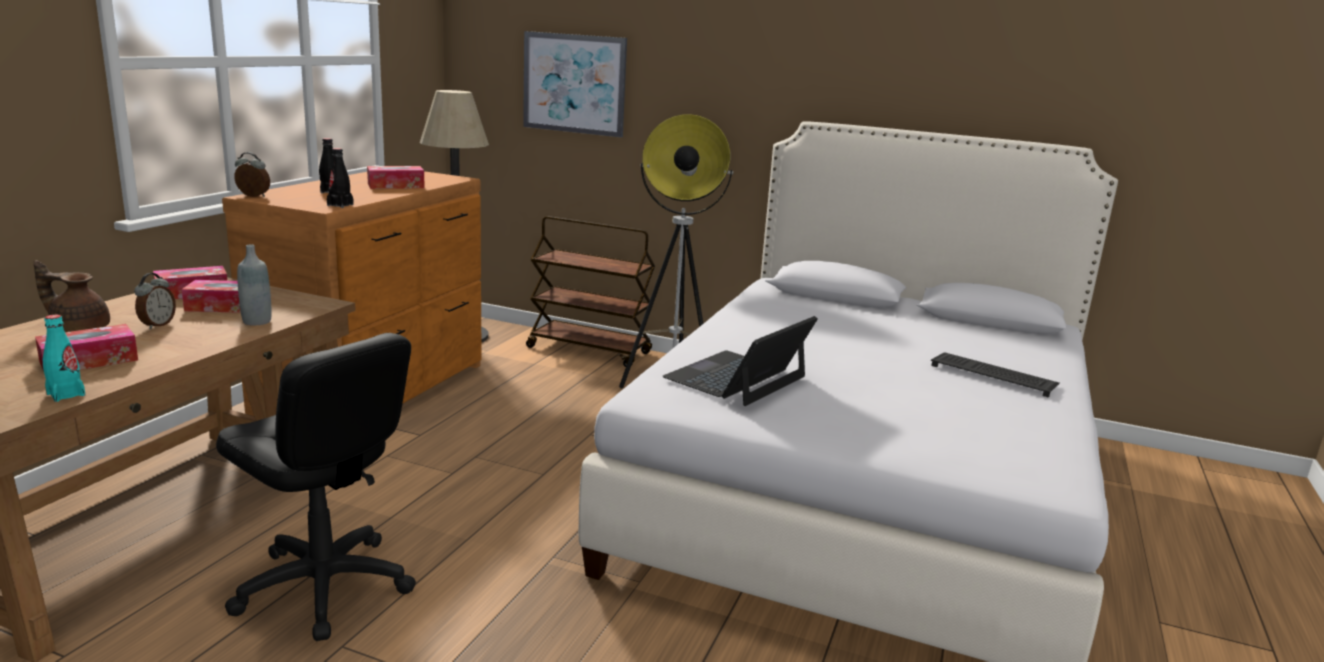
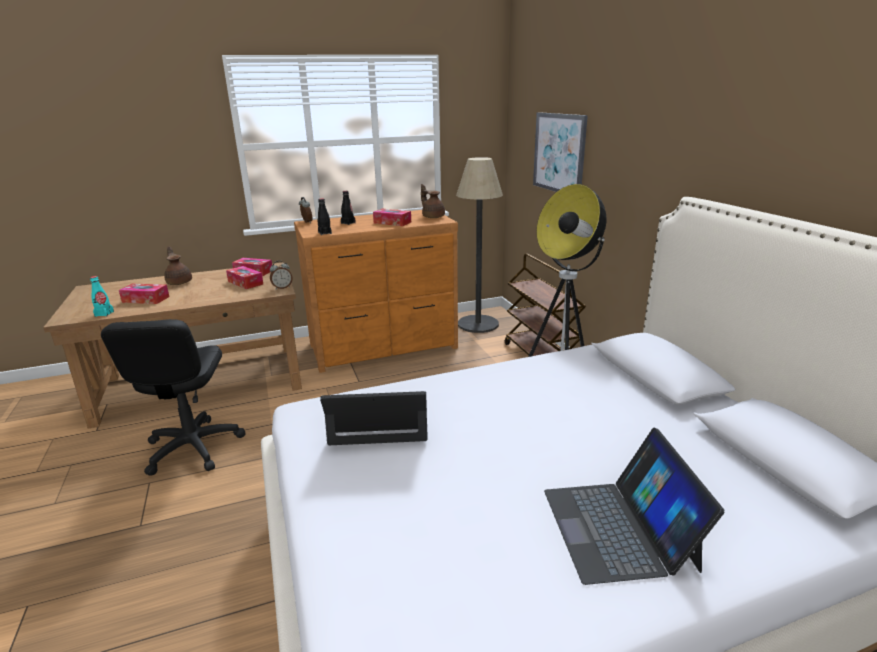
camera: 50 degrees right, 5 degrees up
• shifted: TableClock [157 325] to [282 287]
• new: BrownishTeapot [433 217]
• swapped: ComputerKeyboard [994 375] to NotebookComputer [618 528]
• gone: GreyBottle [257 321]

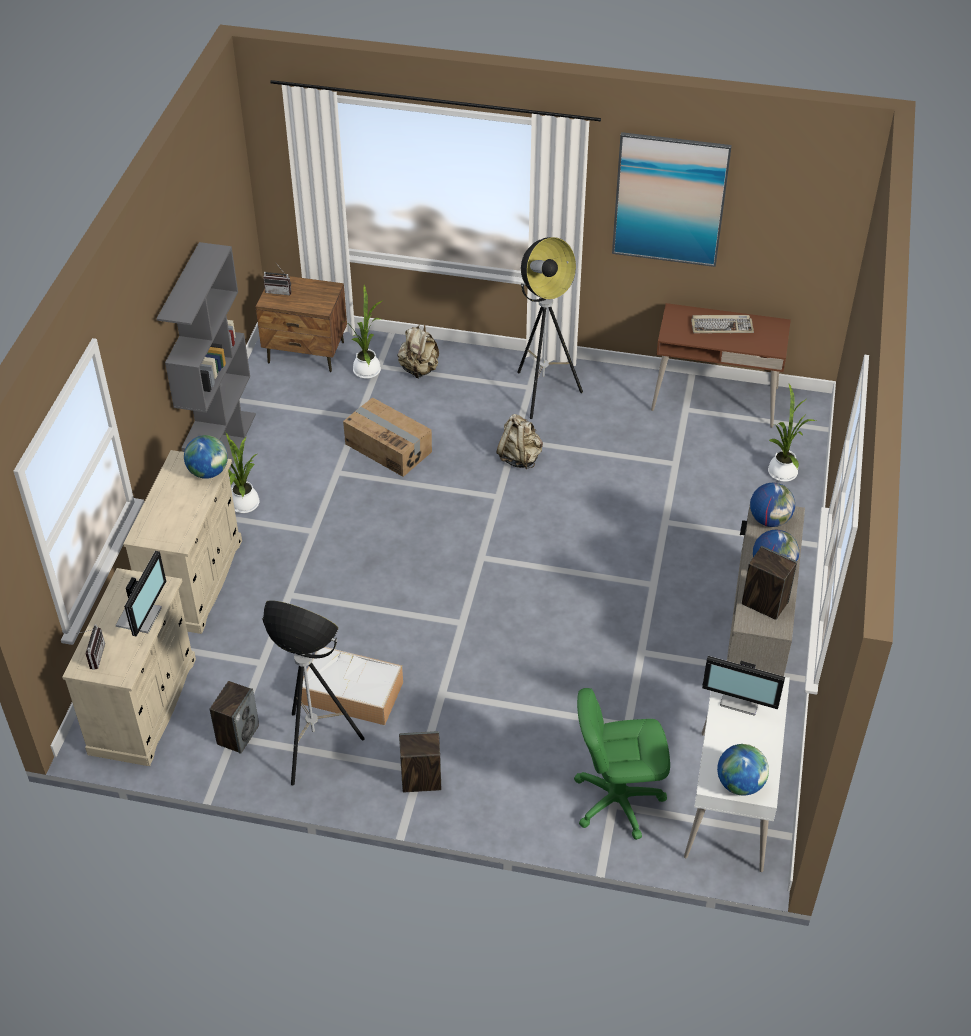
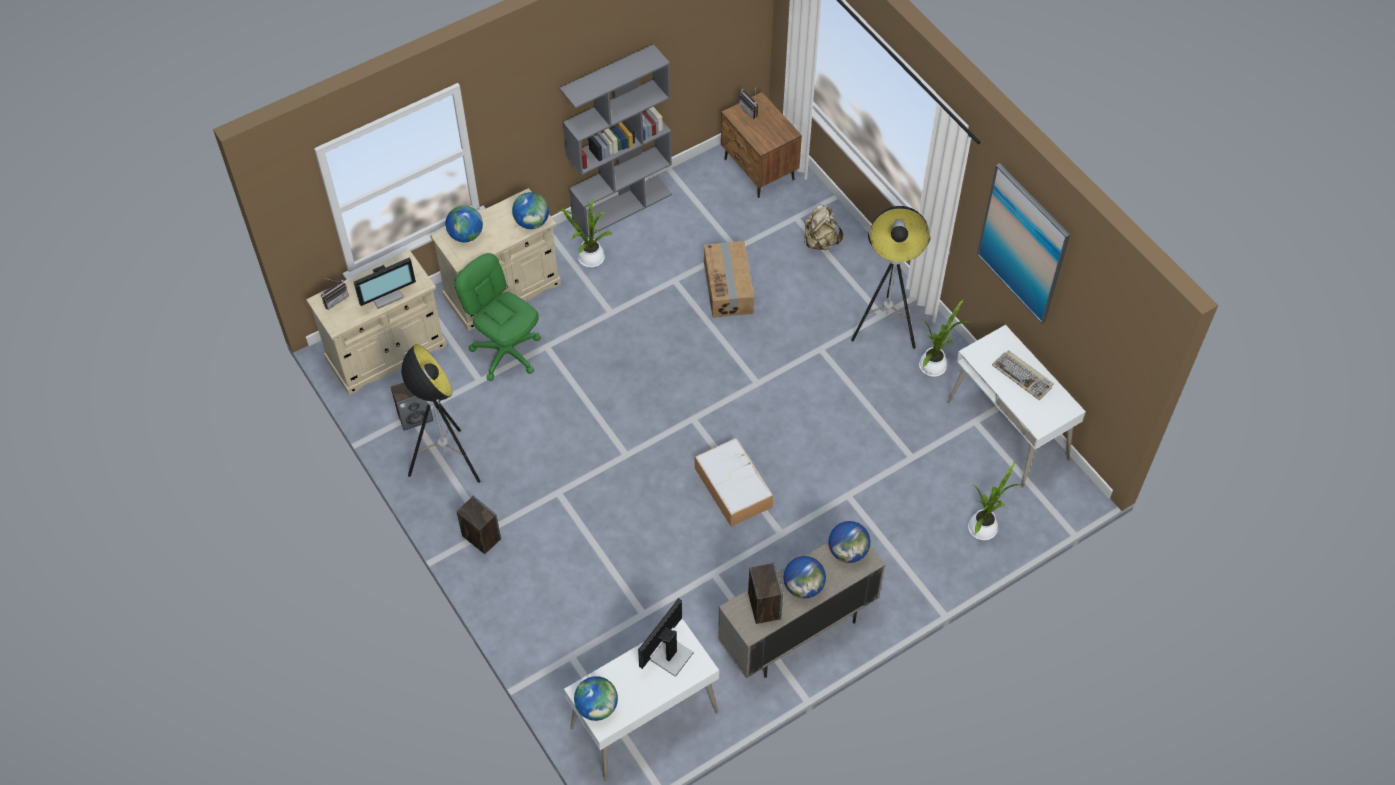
camera: 45 degrees right, 10 degrees up
• new: WorldGlobe [466 235]
• shifted: GreenComputerChair [617 800] to [506 352]
• rotated: ComputerScreen [741 699] = [669 656] 60 degrees clockwise
• shifted: StorageContainer [350 693] to [732 487]
• shifted: PottedPlant [367 369] to [934 365]
• repainted: BrownishDeskTable [714 399] to WhiteDeskTable [1007 430]
• gone: SandColouredKnapsack [520 457]

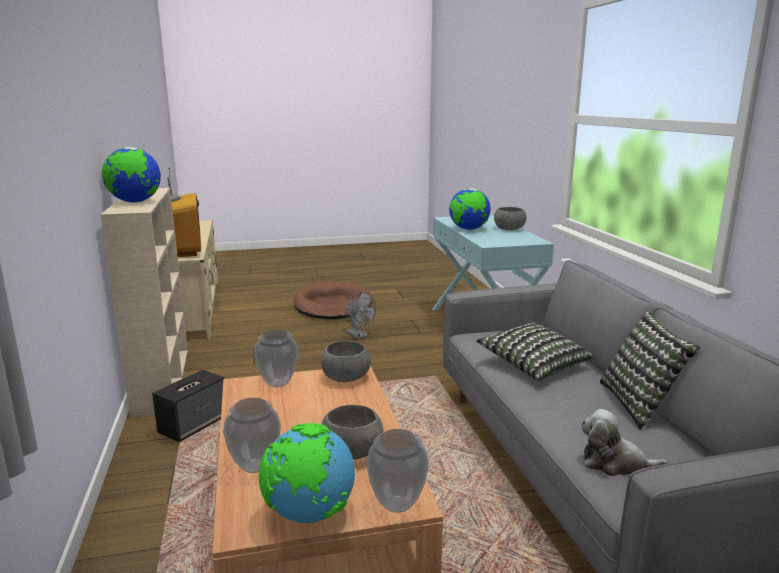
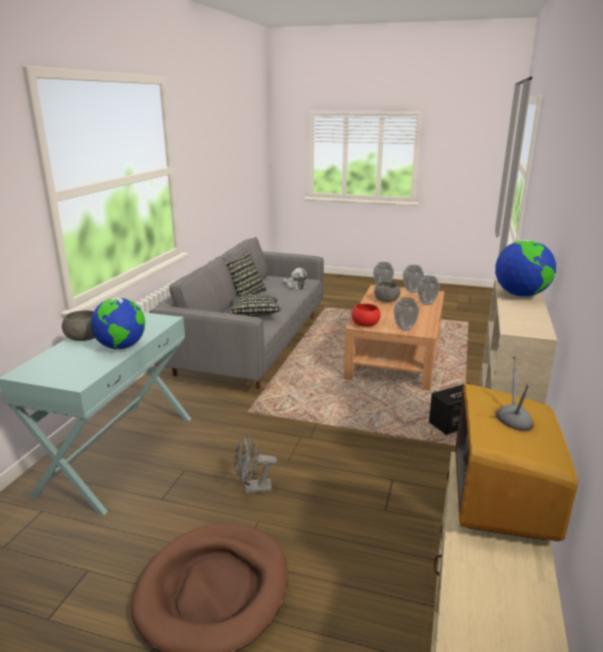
camera: 150 degrees left, 5 degrees up
• rotated: GreyFan [359 336] = [253 489] 90 degrees counterclockwise
• repainted: GreyServingBowl [345 377] to RedServingBowl [365 324]
• swapped: WorldGlobe [309 515] to FlowerVase [412 291]

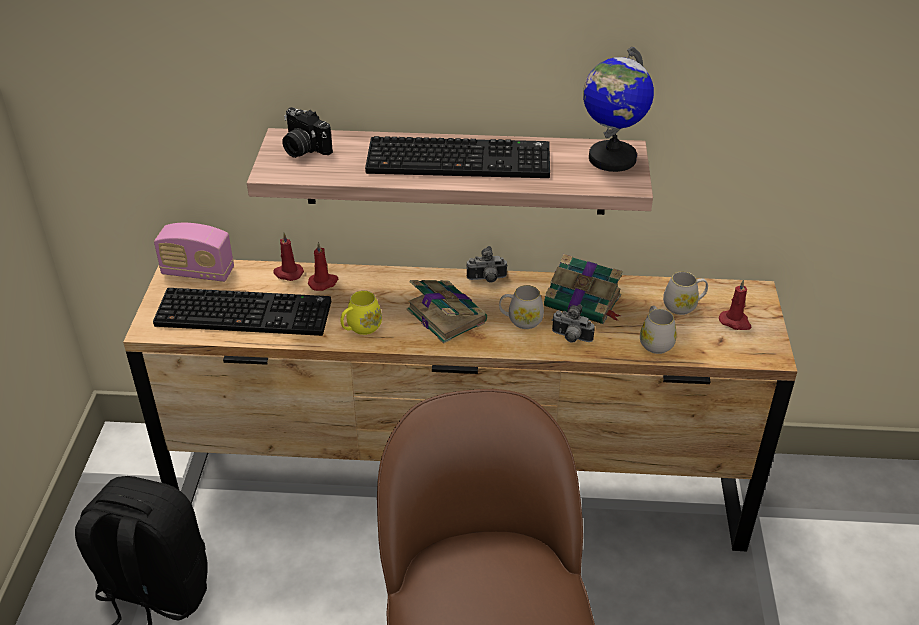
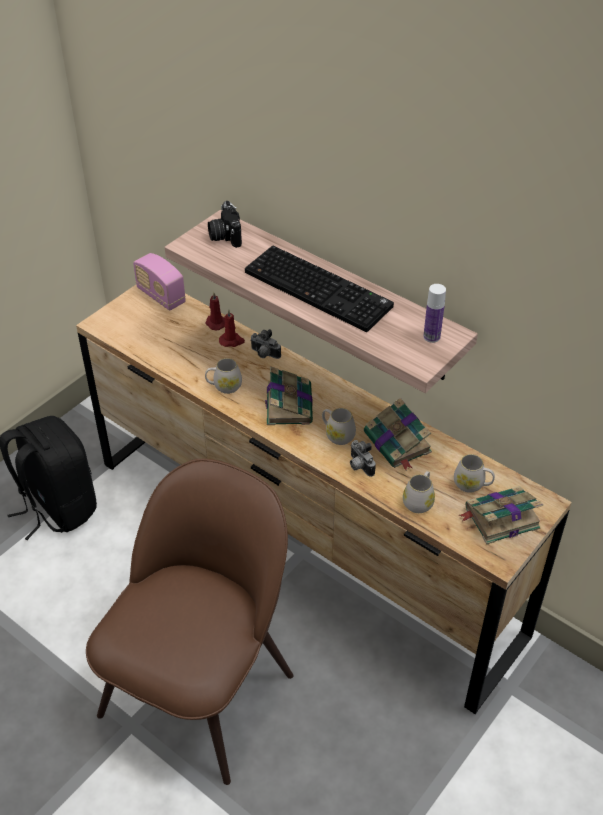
camera: 35 degrees right, 5 degrees up
• repainted: YellowTeaMug [361 328] to WhiteTeaMug [224 386]
• shifted: PhotoCamera [487 279] to [264 355]
• swapped: WorldGlobe [611 158] to Bottle [431 337]
• swapped: RedWaxCandle [735 322] to BoundBook [500 518]
• gone: ComputerKeyboard [246 312]

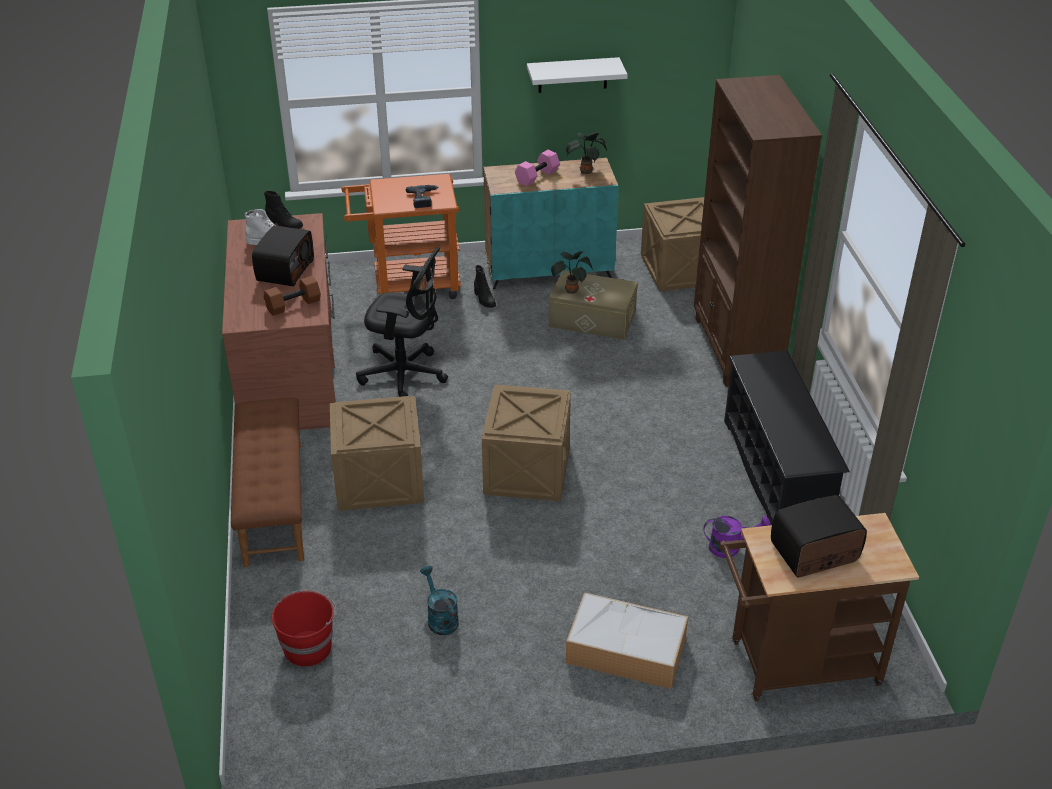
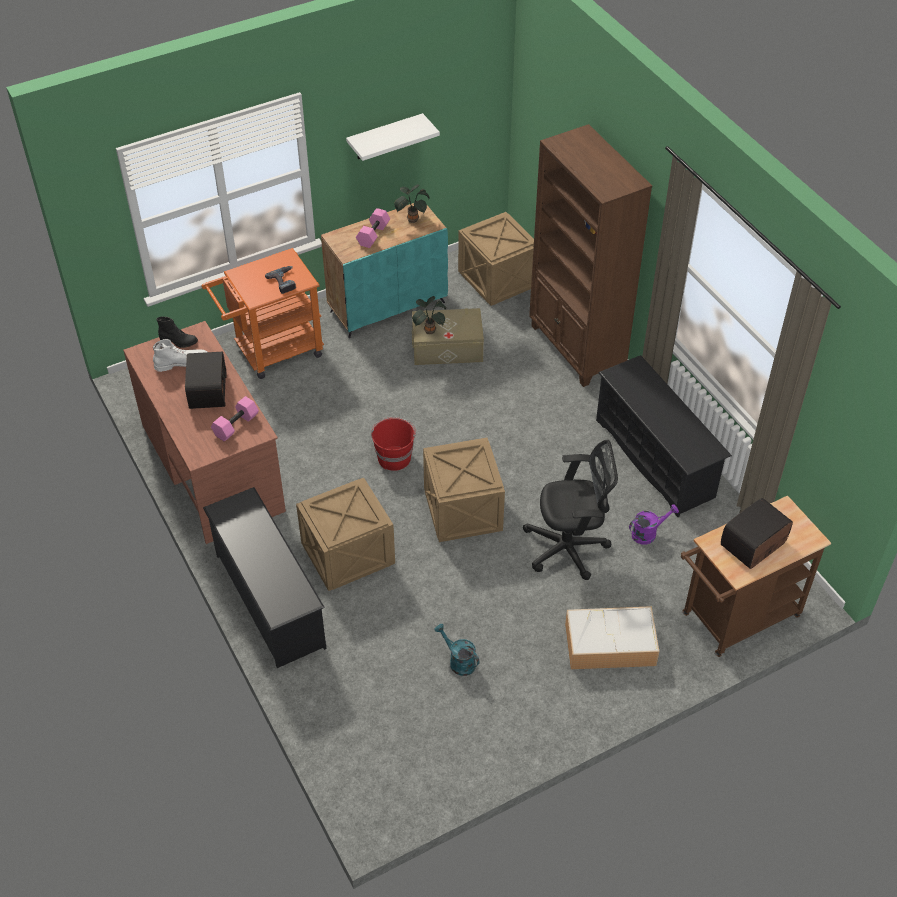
camera: 20 degrees left, 10 degrees up
• swapped: BrownishBench [272 503] to BlackColouredShoeRack [269 600]
• repainted: BrownishDumbbell [293 305] to PinkishDumbbell [236 426]
• shifted: RedBucket [308 647] to [394 457]
• shifted: BlackColouredComputerChair [406 375] to [569 548]
• gone: BlackColouredBoot [484 300]

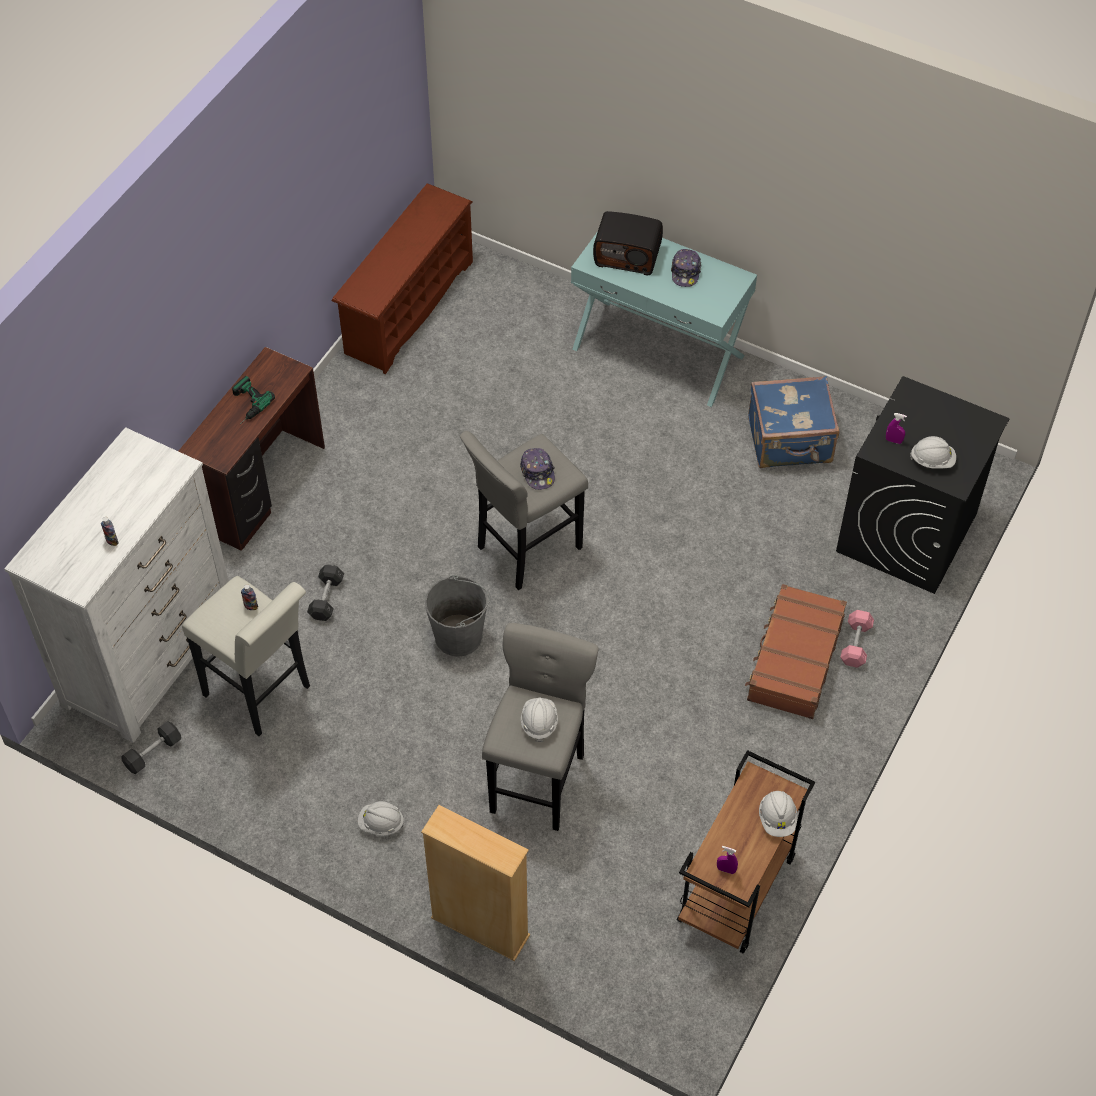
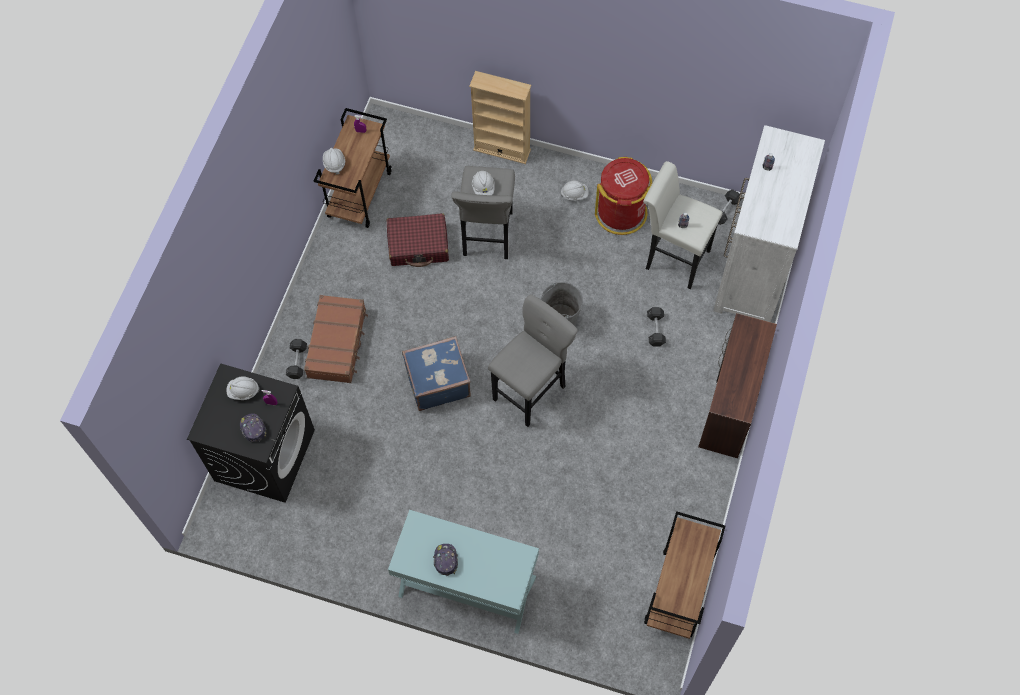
camera: 170 degrees right, 10 degrees up
• shifted: Cap [537 472] to [253 429]
• repainted: PinkishDumbbell [855 644] to GreyDumbbell [297 362]
• new: RedPieceOfLuggage [418 245]
• shifted: BluishPieceOfLuggage [790 442] to [437 381]
• new: RedWasteBin [621 213]
• swapped: BrownishShoeRack [407 307] to BrownishTrolley [678 593]
• gone: Drill [246 405]
• gone: RadioSet [628 255]

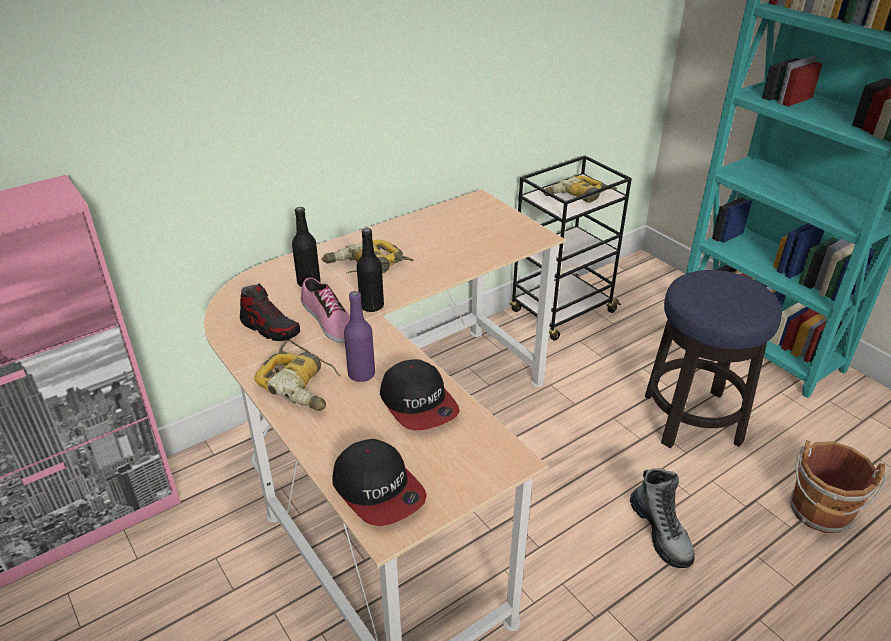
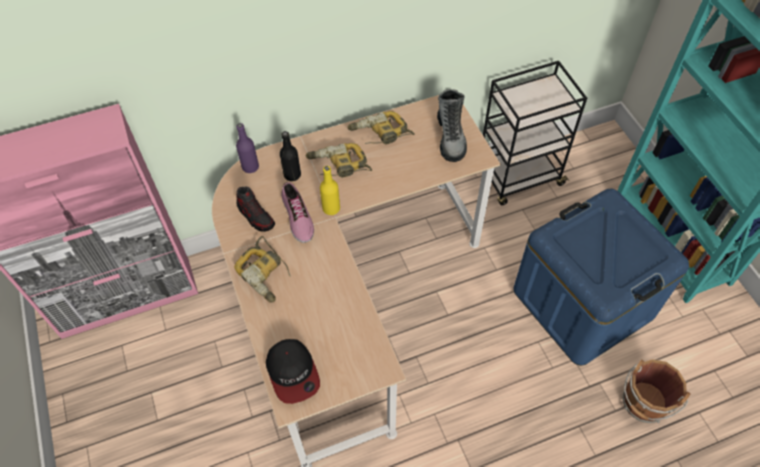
camera: 15 degrees right, 20 degrees up
• shifted: PurplishBottle [361 374] to [250 167]
• repainted: BlackColouredBottle [372 306] to YellowBottle [331 208]
• shifted: Drill [577 197] to [380 134]
• shifted: Boot [660 532] to [450 137]
• swapped: SittingStool [692 419] to BluishStorageContainer [582 302]
• gone: Cap [419 403]

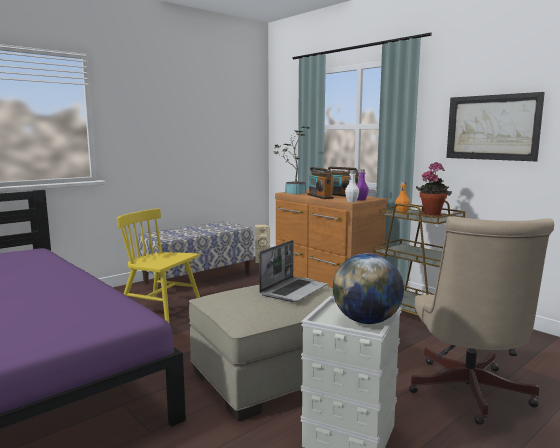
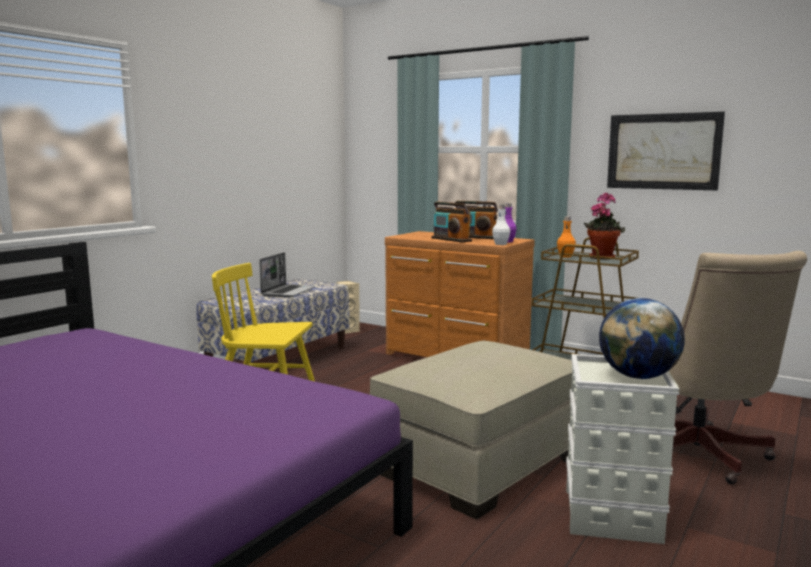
camera: 15 degrees left, 0 degrees up
• shifted: NotebookComputer [293 290] to [288 292]
• gone: PottedPlant [293 193]

